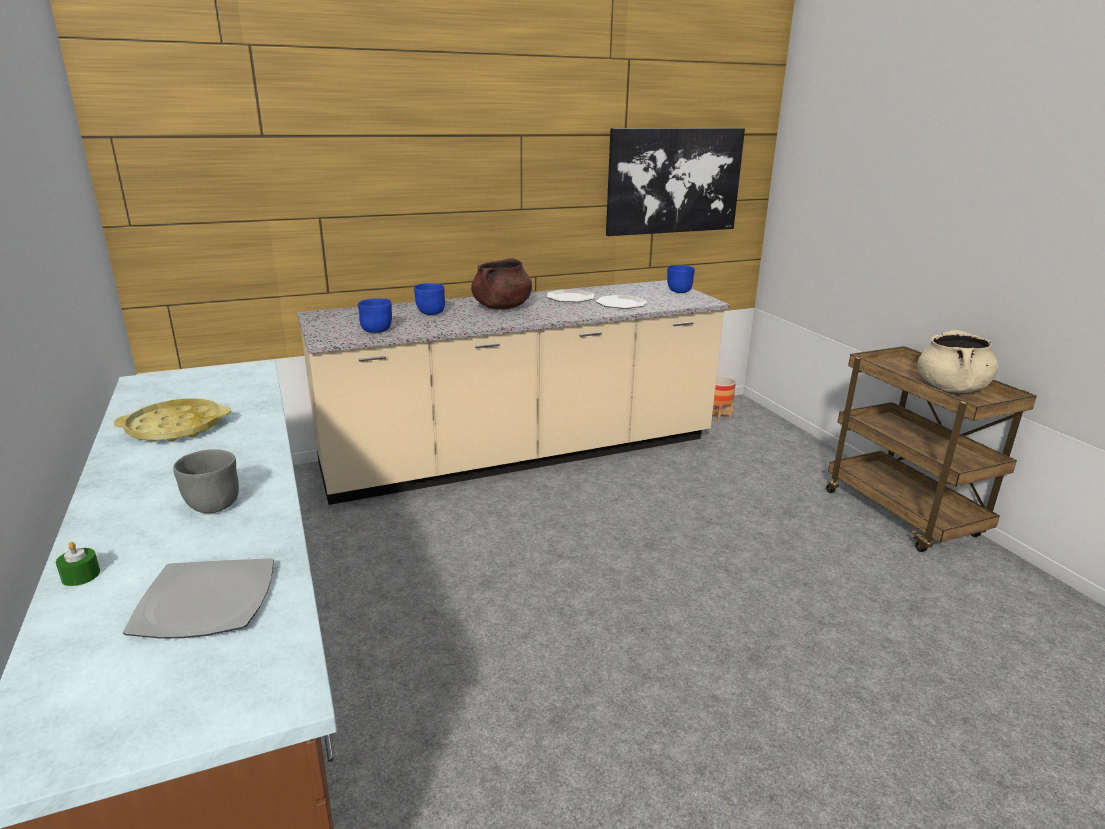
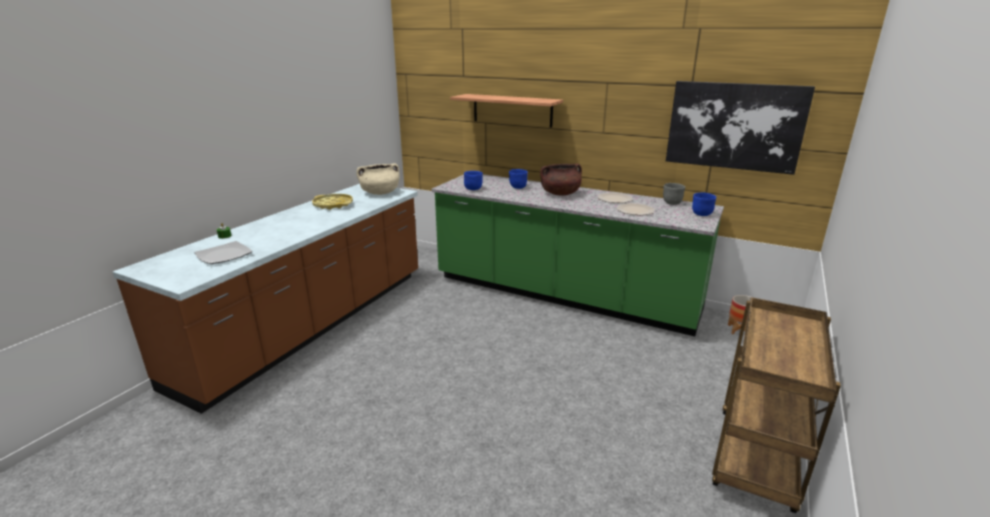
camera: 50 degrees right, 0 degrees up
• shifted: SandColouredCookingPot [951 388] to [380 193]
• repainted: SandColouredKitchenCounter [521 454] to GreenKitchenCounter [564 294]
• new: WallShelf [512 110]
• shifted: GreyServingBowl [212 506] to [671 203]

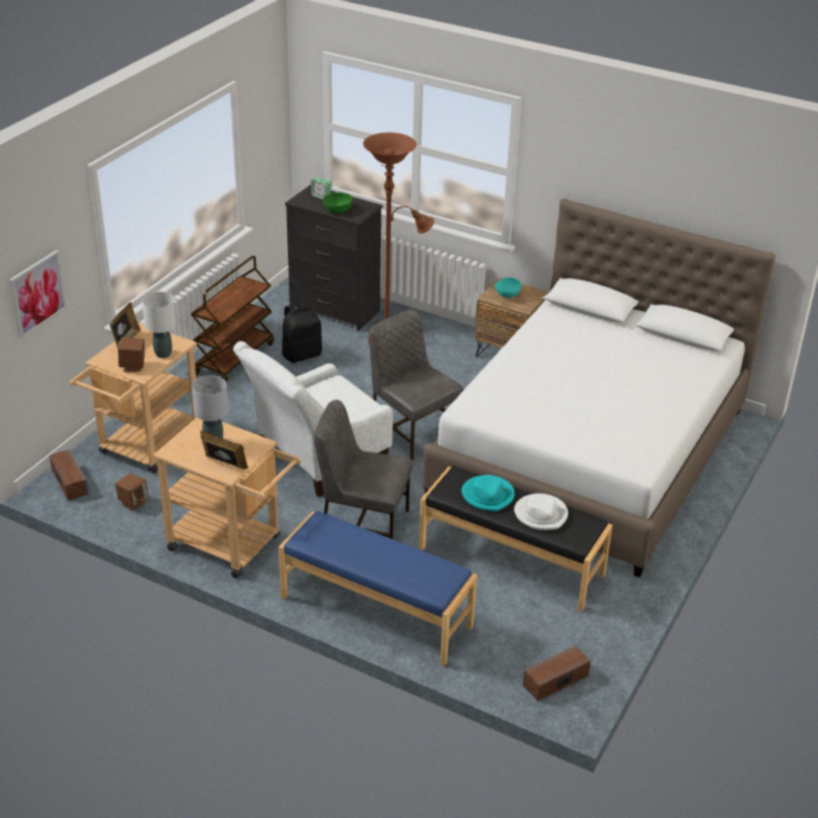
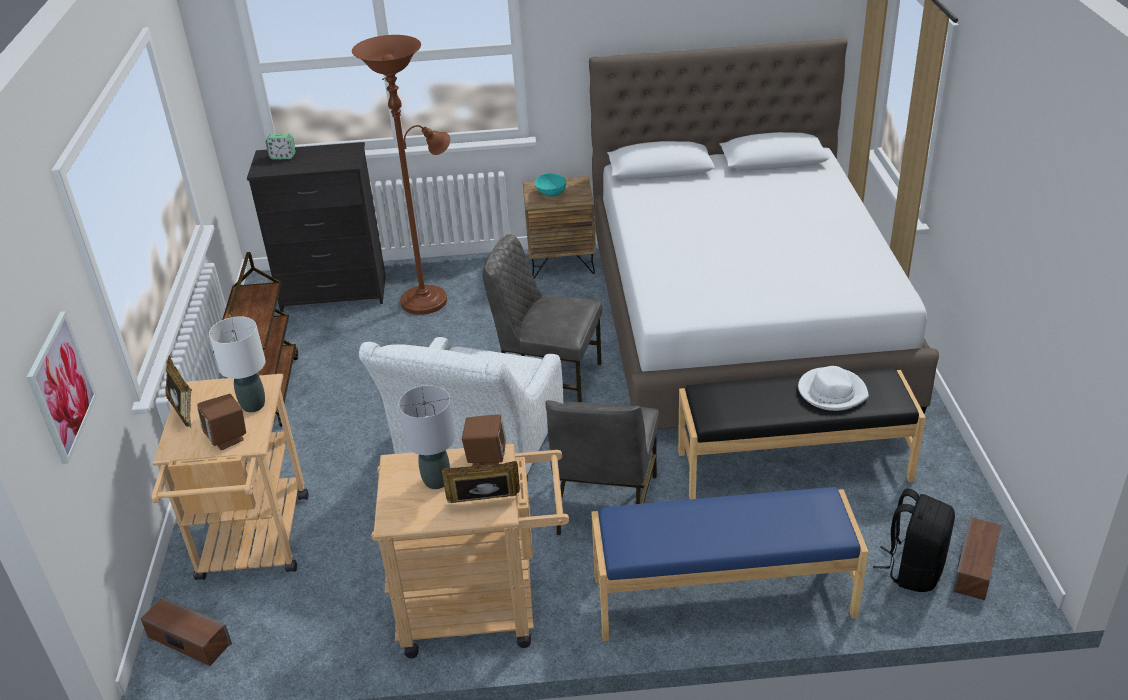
camera: 30 degrees left, 0 degrees up
• shifted: BrownishAudioSpeaker [133 502] to [486 458]
• rotated: GreyPlainChair [363 525] = [604 506] 60 degrees counterclockwise
• shifted: BlackColouredKnapsack [302 354] to [913 569]
• gone: GreenServingBowl [337 209]
• gone: TurquoiseHat [488 495]

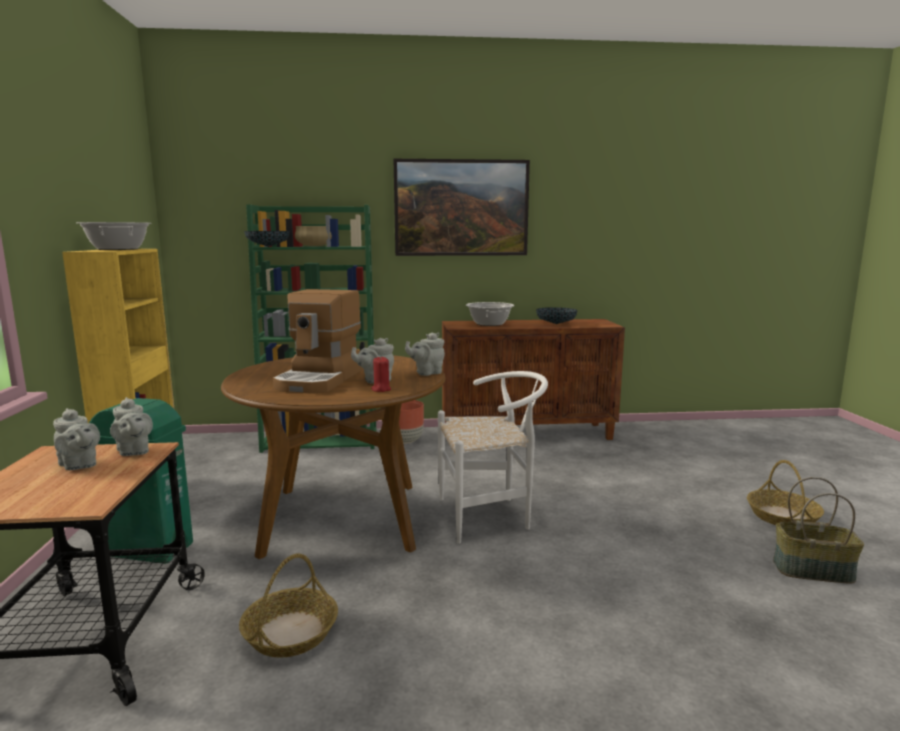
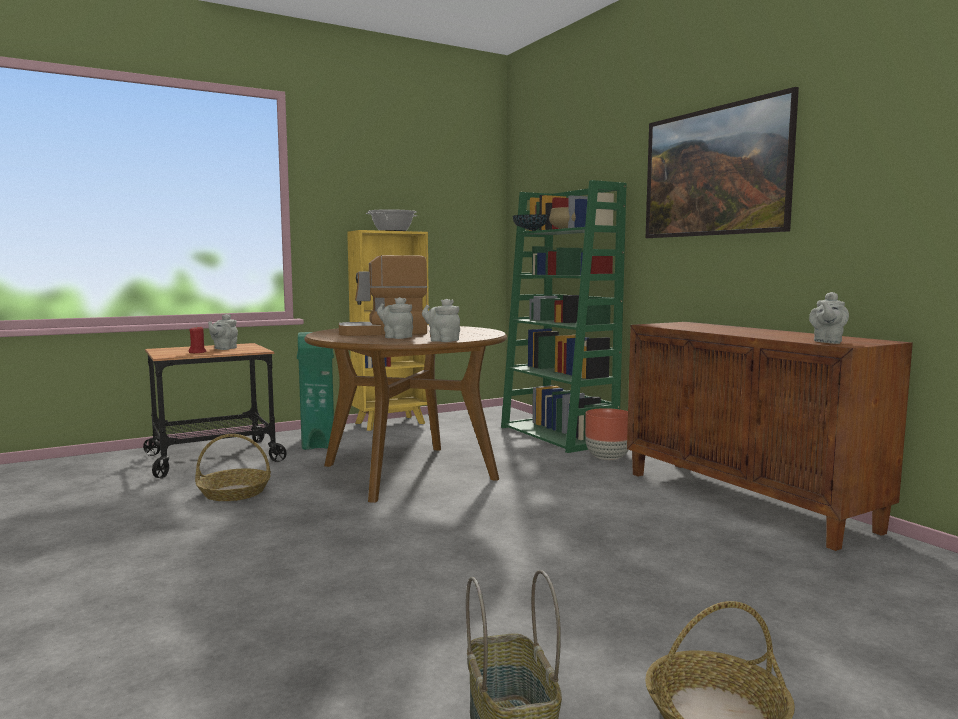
camera: 65 degrees right, 5 degrees down
• shifted: RedWaxCandle [381 389] to [198 352]
• shifted: GreyTeapot [133 452] to [827 342]
• gone: WhitePlainChair [491 515]
• gone: CookingPot [489 324]
• gone: ServingBowl [556 324]

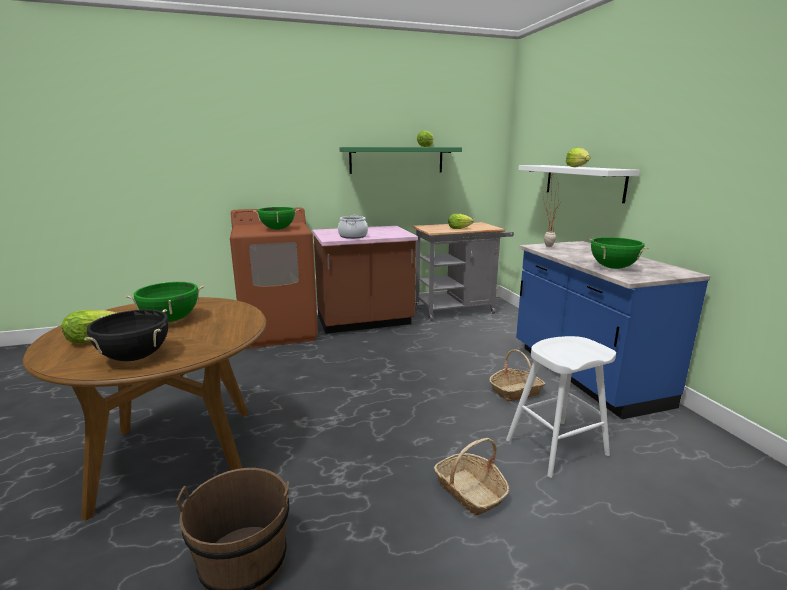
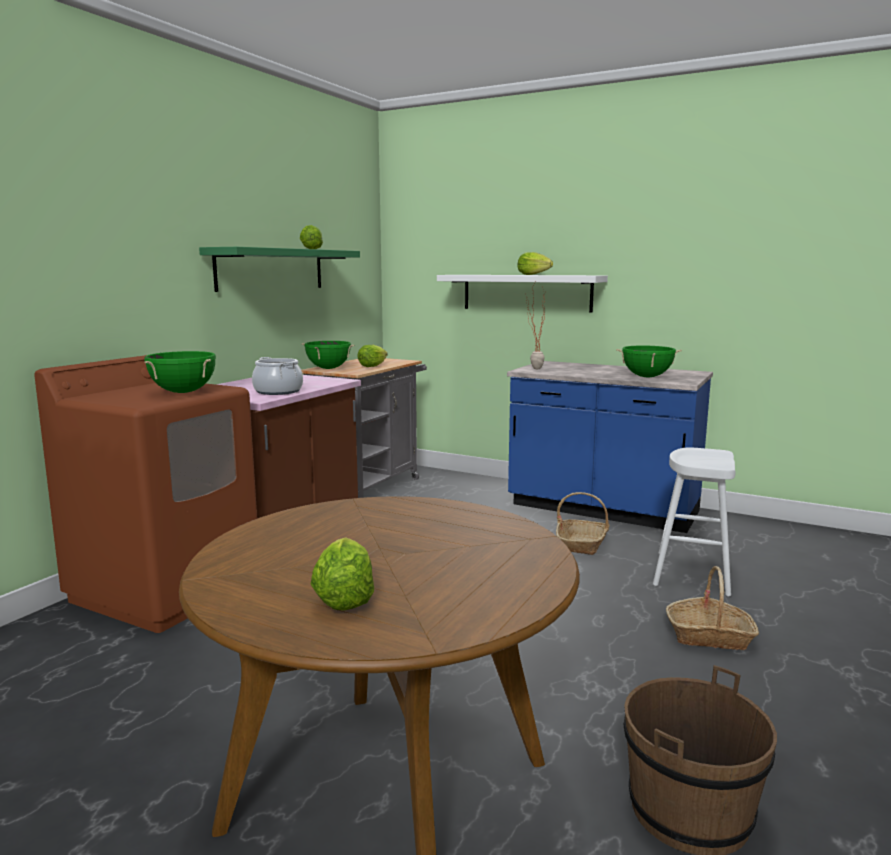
camera: 45 degrees left, 5 degrees down
• shifted: GreenCookingPot [171 320] to [328 368]
• gone: BlackColouredCookingPot [135 357]

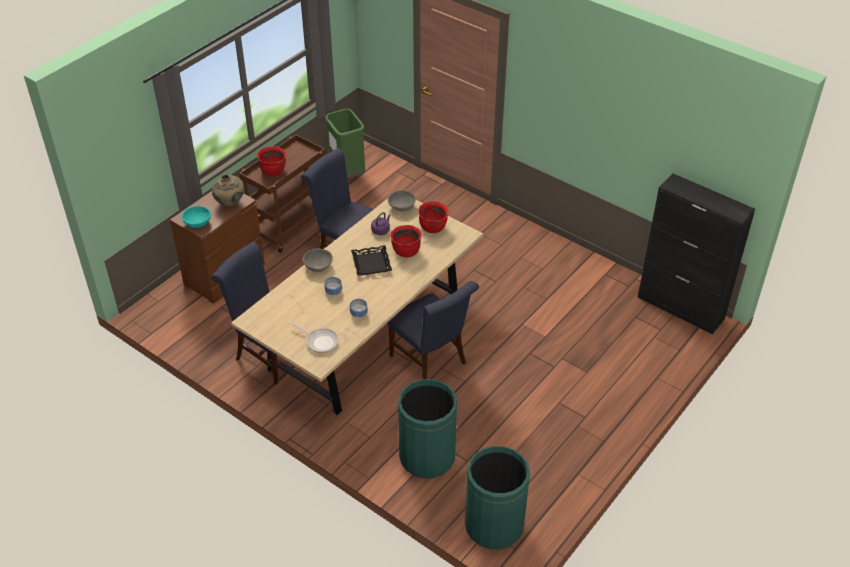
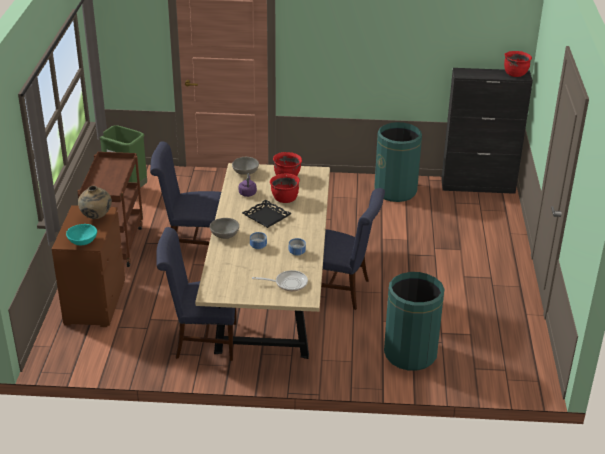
camera: 35 degrees left, 10 degrees down
• shifted: GreenWasteBin [494 525] to [395 191]
• shifted: RedCookingPot [273 171] to [515 74]

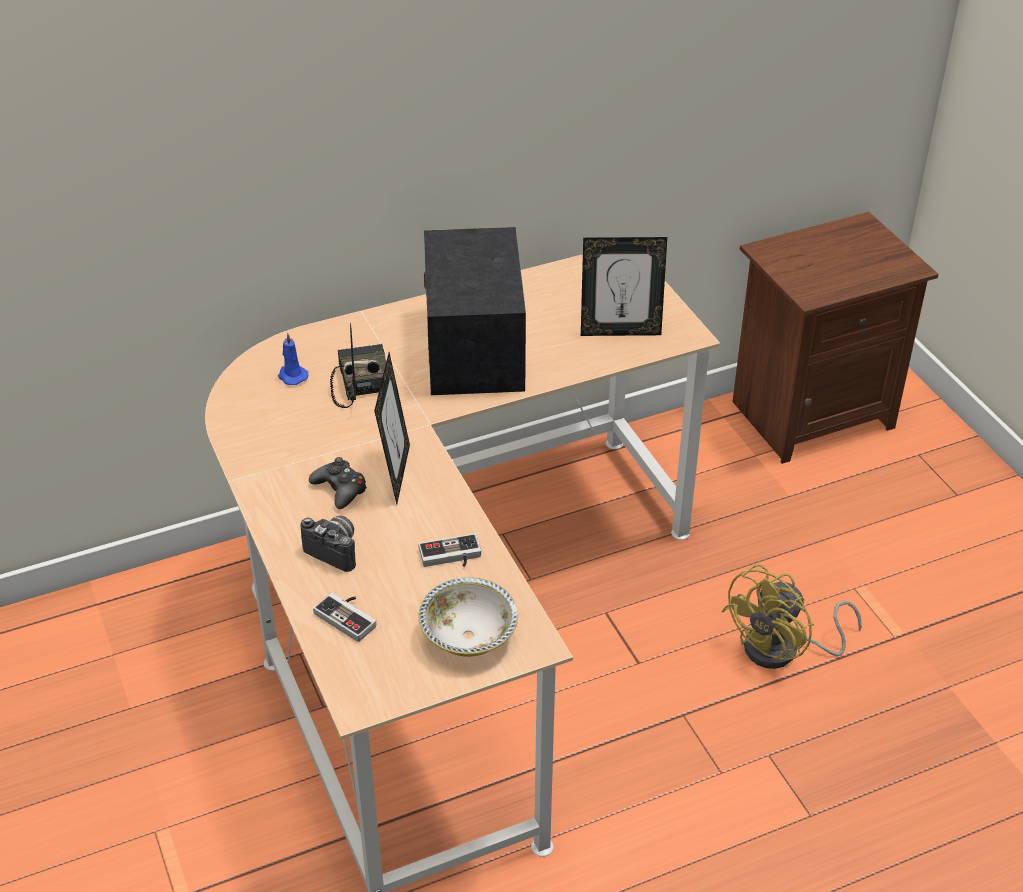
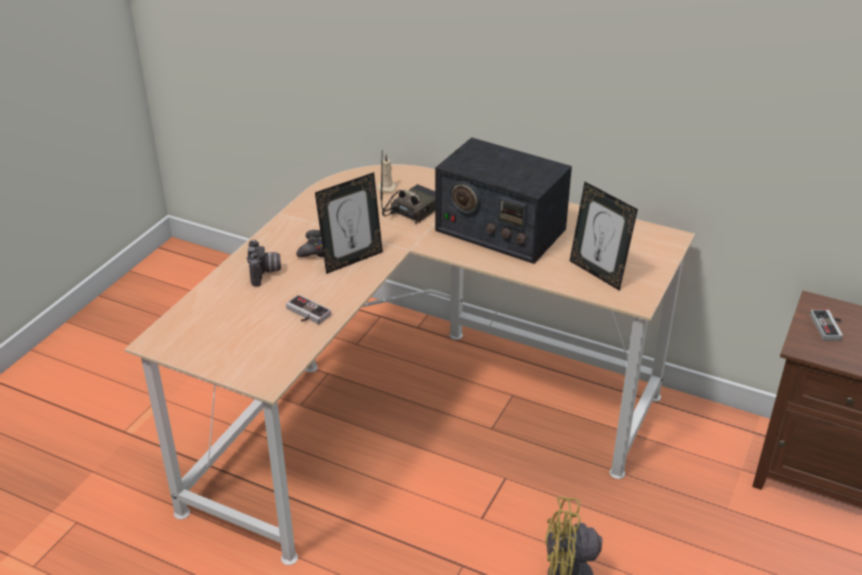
camera: 50 degrees right, 5 degrees down
• repainted: BluishWaxCandle [292 376] to SandColouredWaxCandle [387 187]
• rotated: RadioSet [474 347] = [499 229] 105 degrees counterclockwise
• shifted: GameController [349 616] to [829 327]
• gone: ServingBowl [469 636]

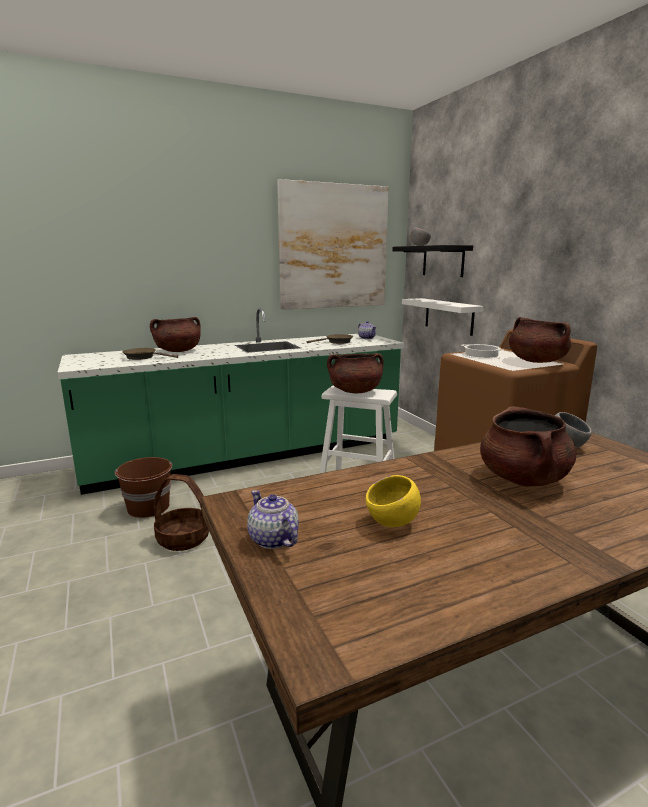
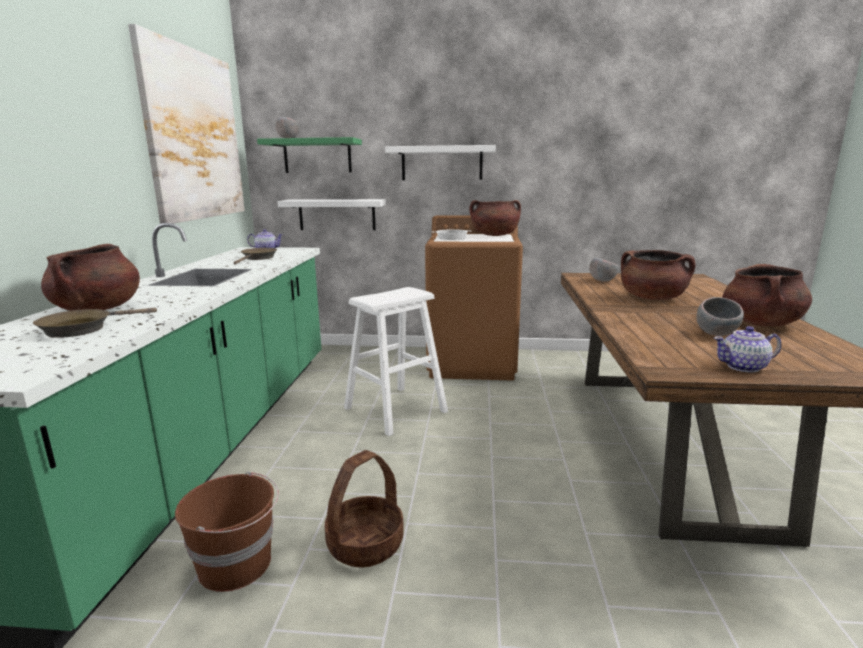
camera: 60 degrees left, 0 degrees up
• repainted: BlackColouredWallShelf [443 261] to GreenWallShelf [317 156]
• new: WhiteWallShelf [442 163]
• repainted: YellowServingBowl [392 523] to GreyServingBowl [716 334]
• shifted: BrownishCookingPot [355 391] to [761 323]

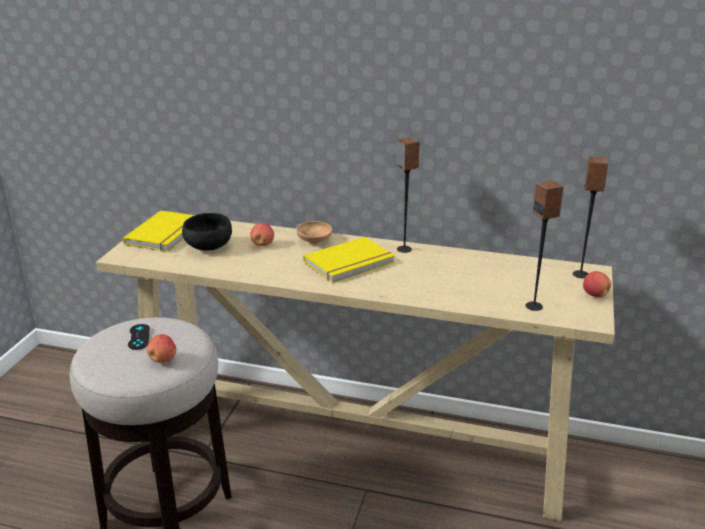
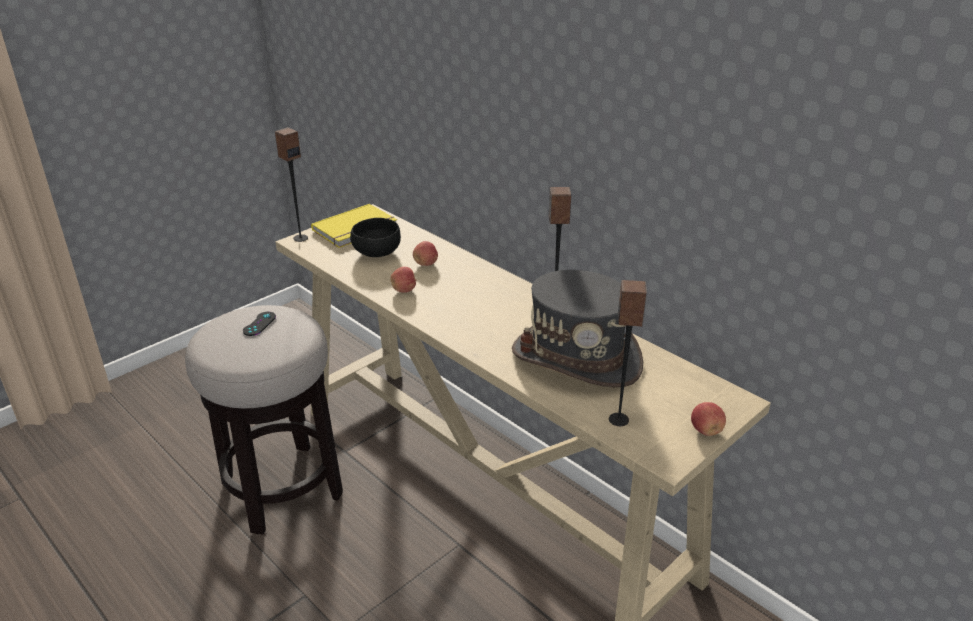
camera: 30 degrees right, 5 degrees up
• shifted: AudioSpeaker [580 274] to [300 238]
• shifted: WholeApple [163 359] to [404 290]
• new: GreyHat [576 358]
• gone: BrownishServingBowl [314 240]
• gone: YellowBoundBook [350 263]

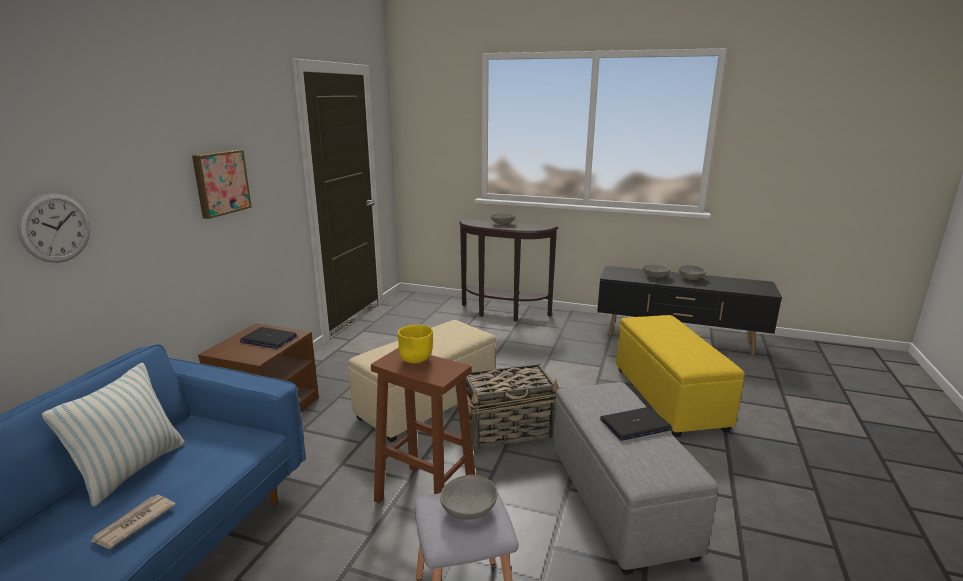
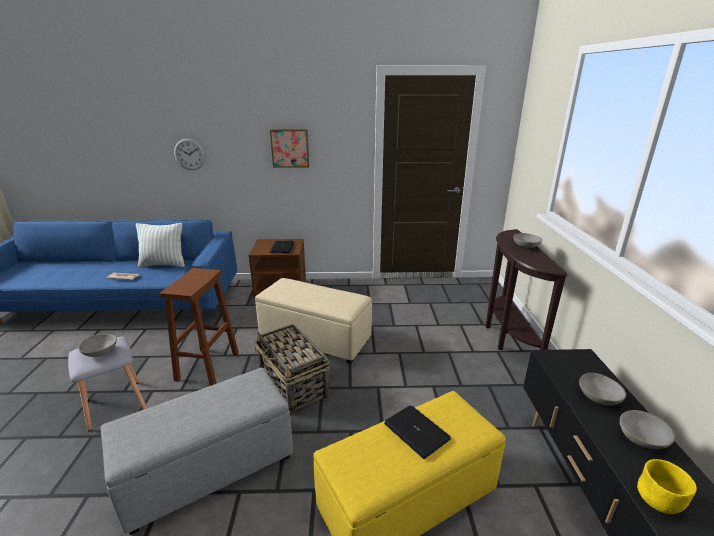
camera: 70 degrees right, 5 degrees up
• shifted: NotebookComputer [635 425] to [417 432]
• shifted: YellowServingBowl [417 360] to [658 503]

